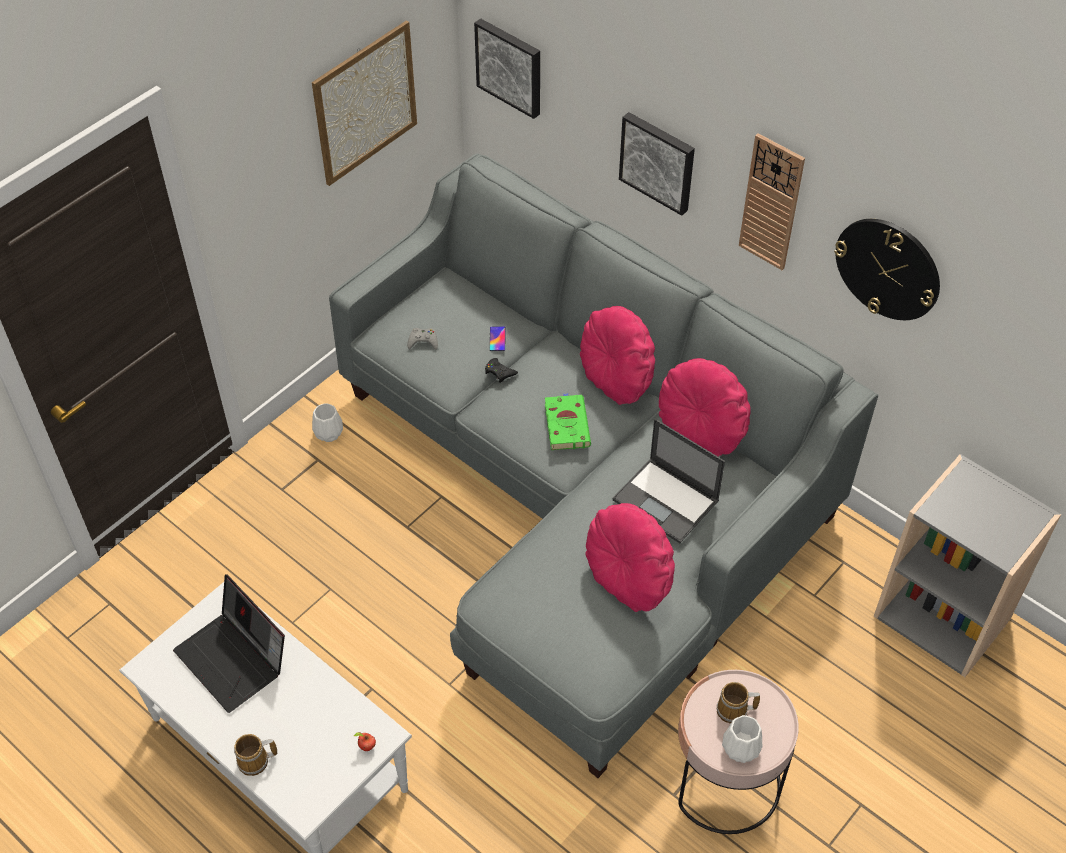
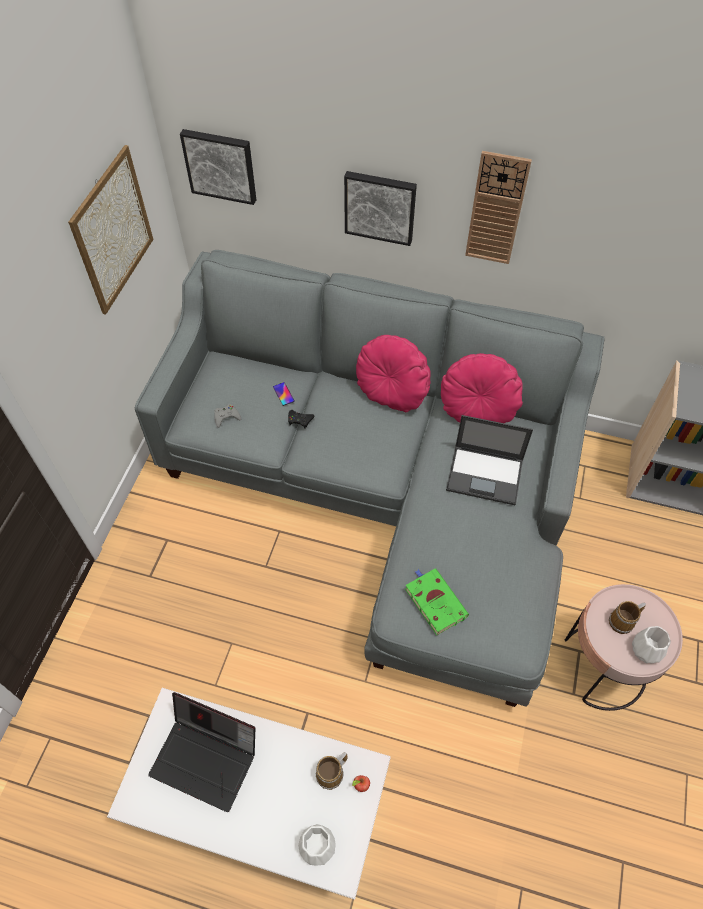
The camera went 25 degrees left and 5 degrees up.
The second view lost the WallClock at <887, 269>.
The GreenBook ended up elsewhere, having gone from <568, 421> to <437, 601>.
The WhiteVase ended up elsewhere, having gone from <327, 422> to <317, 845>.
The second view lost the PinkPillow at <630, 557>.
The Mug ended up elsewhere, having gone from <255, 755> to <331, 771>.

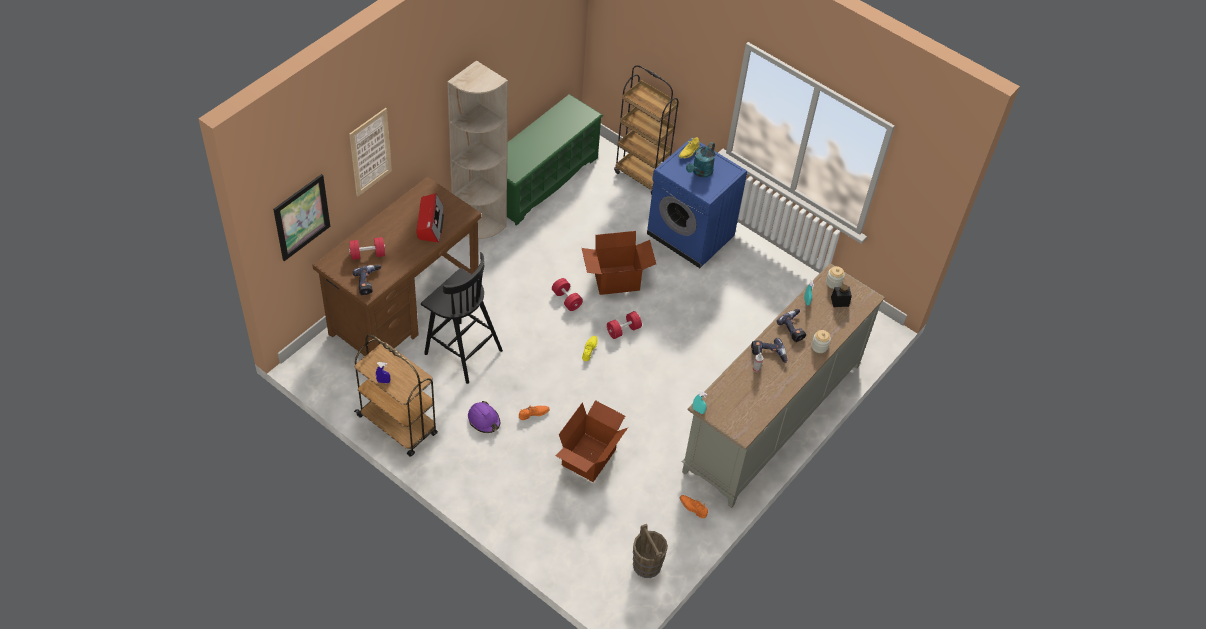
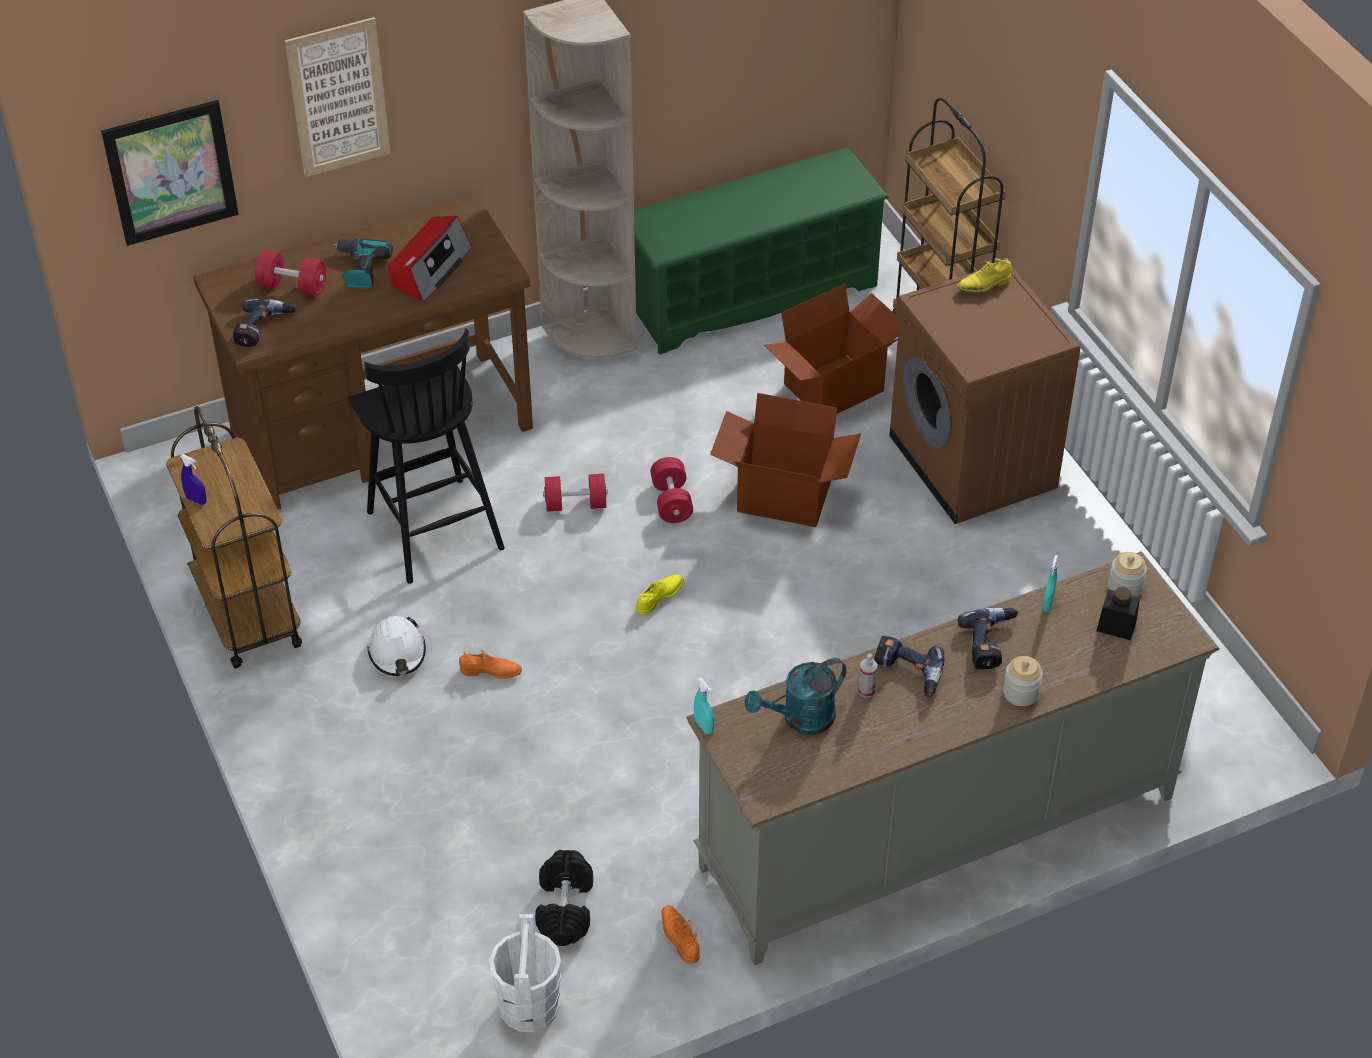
The camera went 30 degrees right and 5 degrees down.
What was the BlueWashingMachine at <697, 202> turned into the BrownWashingMachine at <984, 395>.
The TurquoiseWateringCan ended up elsewhere, having gone from <700, 159> to <795, 696>.
The RedDumbbell ended up elsewhere, having gone from <624, 325> to <575, 493>.
The CardboardBox ended up elsewhere, having gone from <591, 441> to <831, 349>.
What was the PurpleHardHat at <484, 417> turned into the WhiteHardHat at <396, 646>.
What was the BrownBucket at <650, 551> turned into the WhiteBucket at <525, 973>.
The second view gained the PowerDrill at <362, 264>.
The second view gained the BlackDumbbell at <564, 898>.

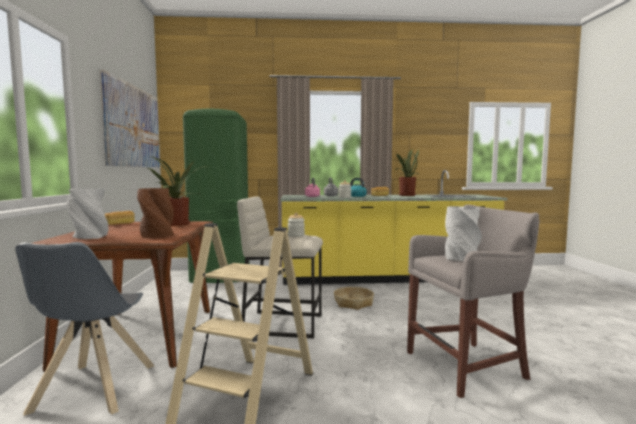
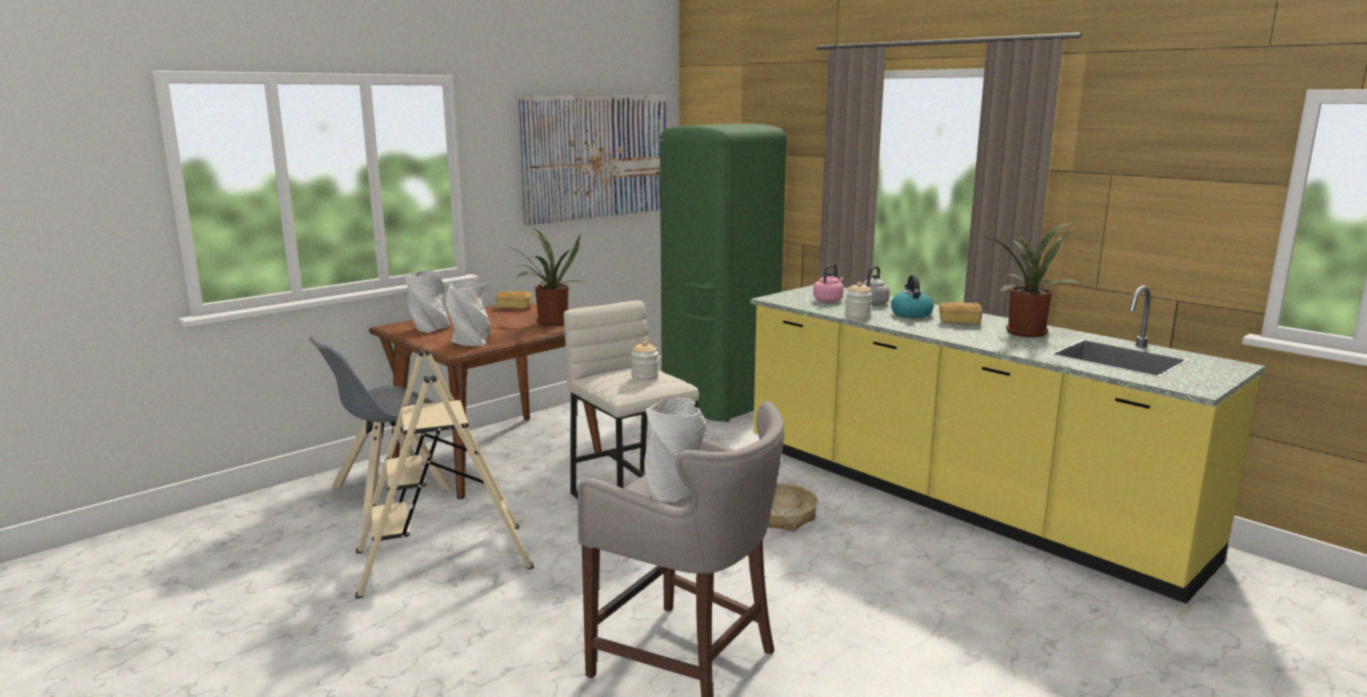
The camera went 50 degrees right and 10 degrees up.
What was the BrownVase at <155, 213> turned into the GreyVase at <468, 314>.

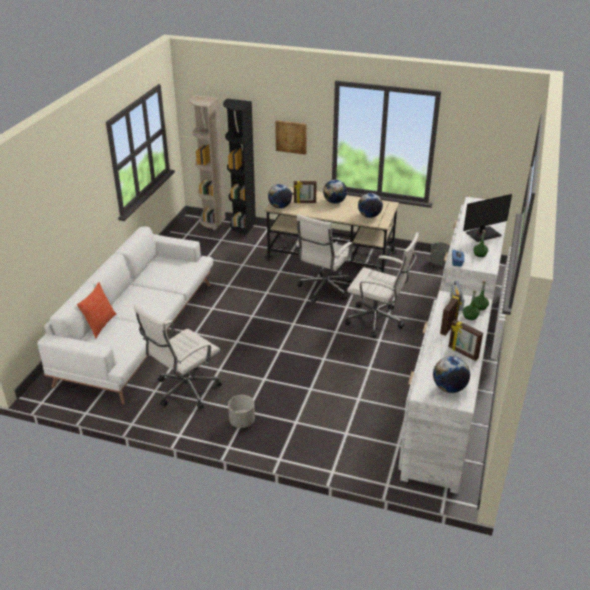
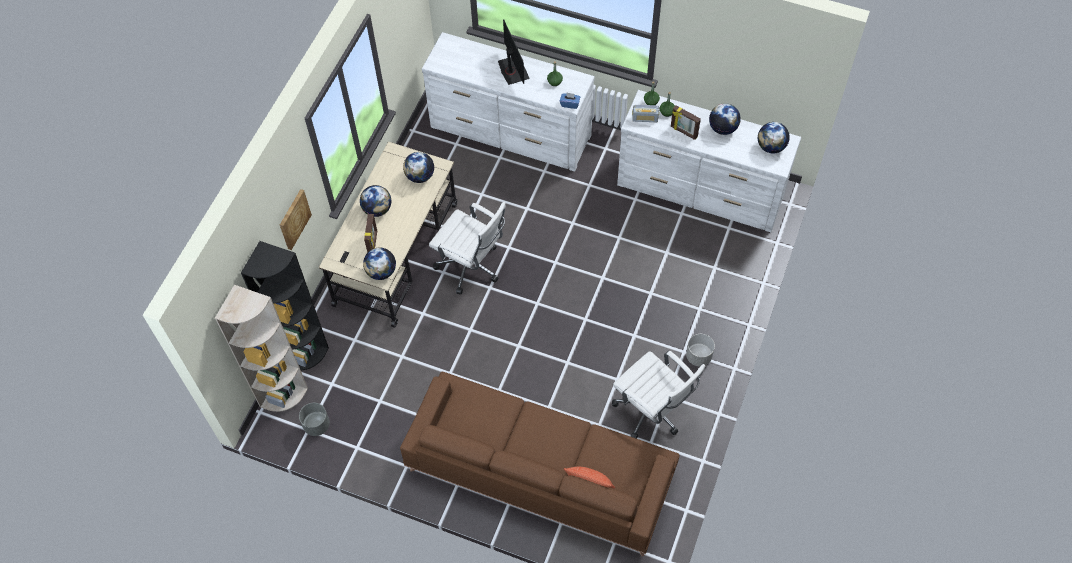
The camera went 85 degrees left and 25 degrees up.
What was the WhiteSofa at <125, 315> turned into the BrownSofa at <540, 464>.
The second view lost the WhiteOfficeChair at <382, 285>.
The GreyPlanter ended up elsewhere, having gone from <440, 254> to <314, 419>.
Where the PictureFrame stood at <465, 340>, the Globe came to stand at <725, 119>.

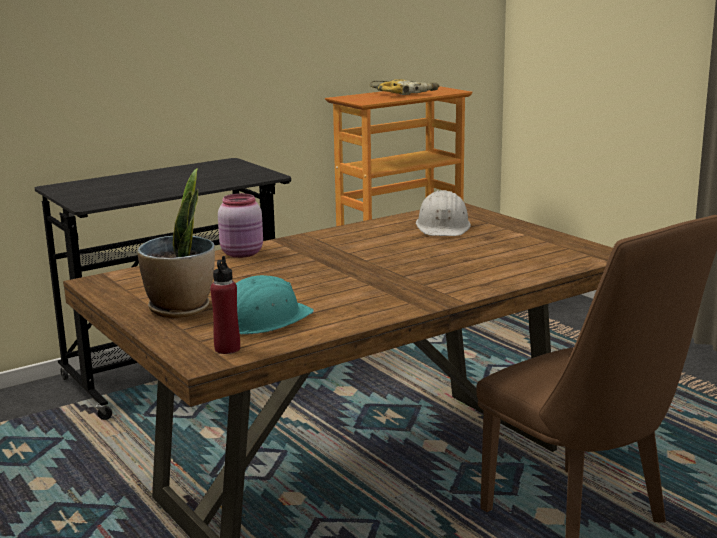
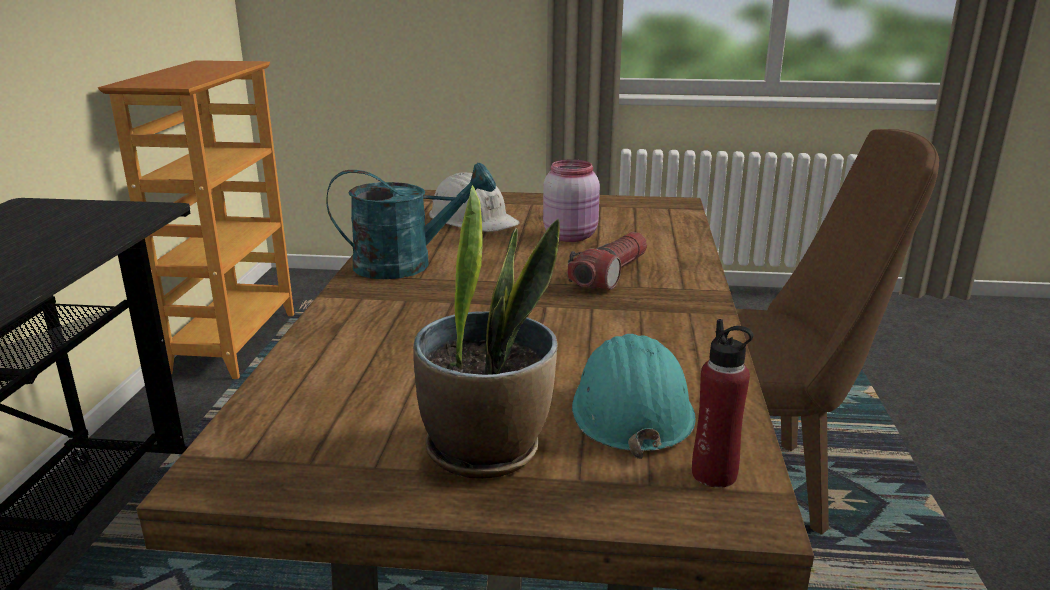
The camera went 50 degrees left and 5 degrees up.
The second view lost the PowerDrill at <404, 87>.
The PinkJar ended up elsewhere, having gone from <240, 225> to <571, 200>.
The second view gained the TurquoiseWateringCan at <411, 221>.
The second view gained the Flashlight at <607, 261>.

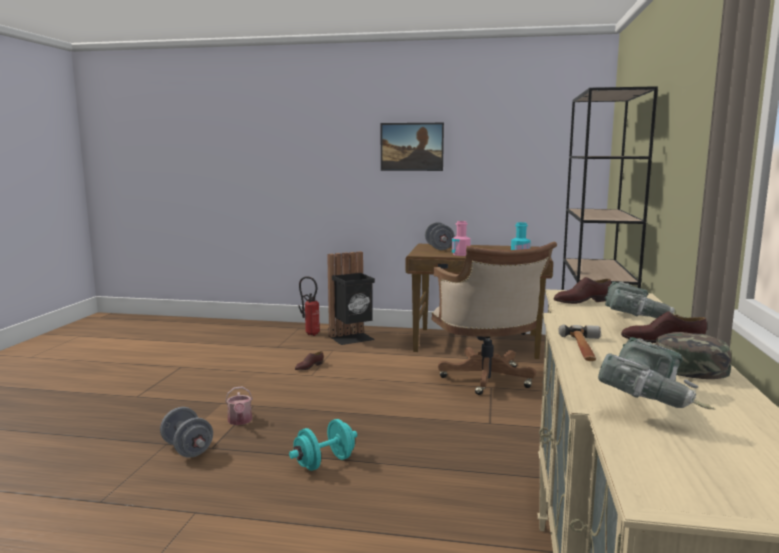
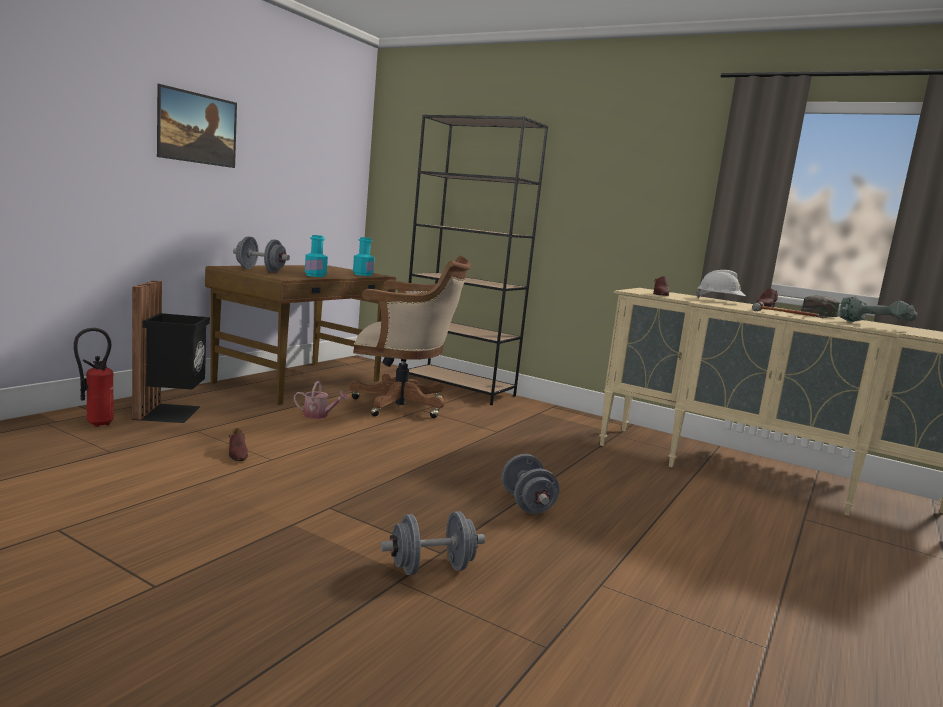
The camera went 70 degrees left and 0 degrees up.
What was the PinkBottle at <461, 238> turned into the TurquoiseBottle at <316, 256>.
Where the PowerDrill stood at <646, 299>, the WhiteHardHat came to stand at <721, 284>.
The WateringCan ended up elsewhere, having gone from <239, 405> to <321, 400>.
What was the TurquoiseDumbbell at <323, 445> turned into the GreyDumbbell at <530, 484>.

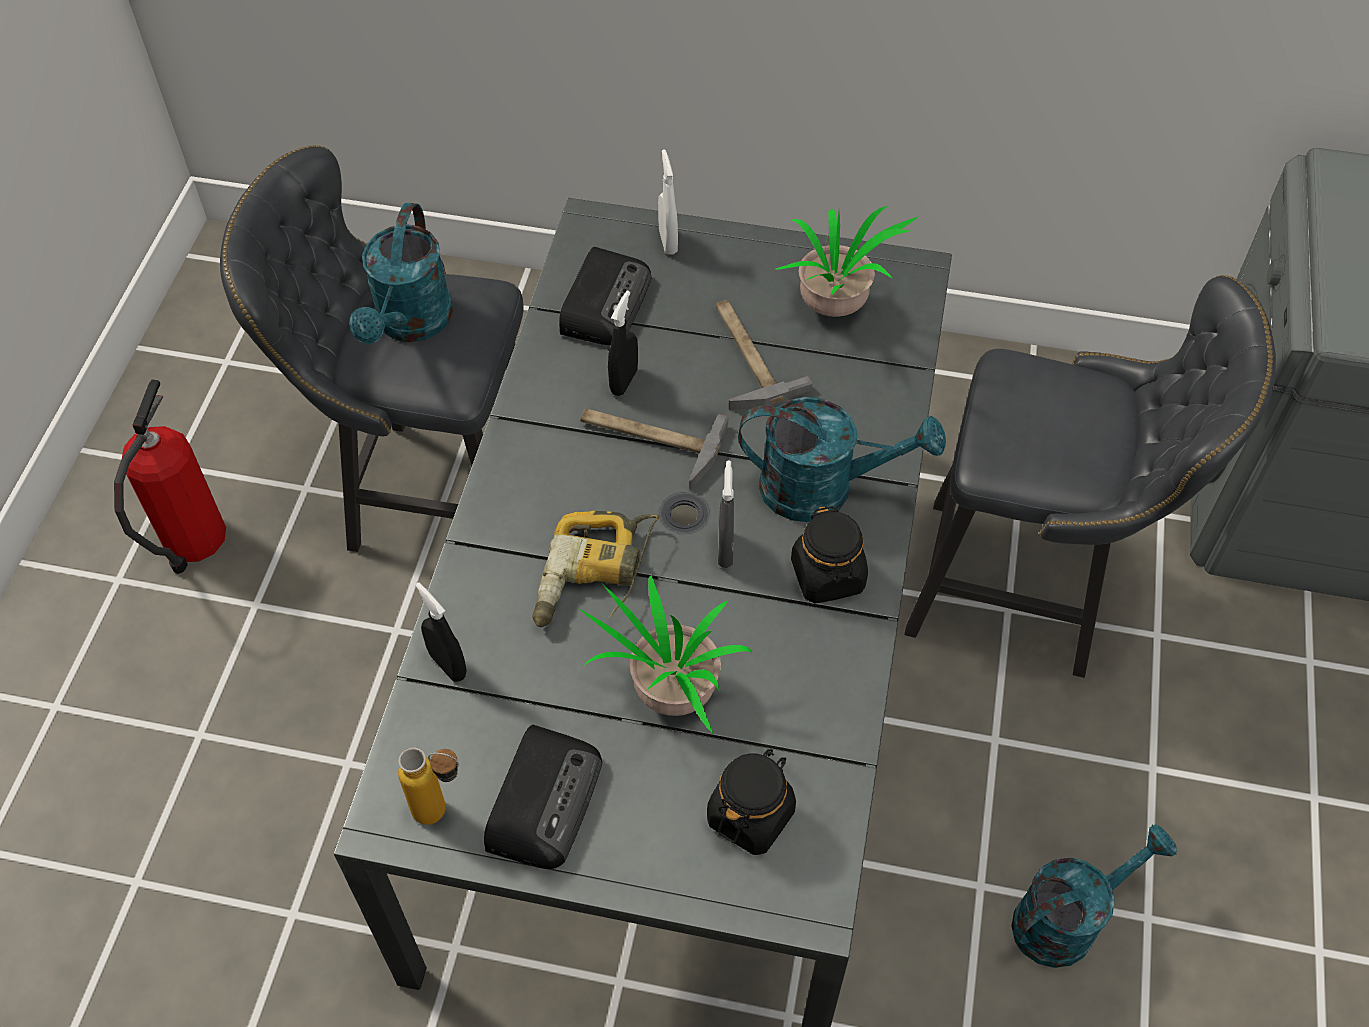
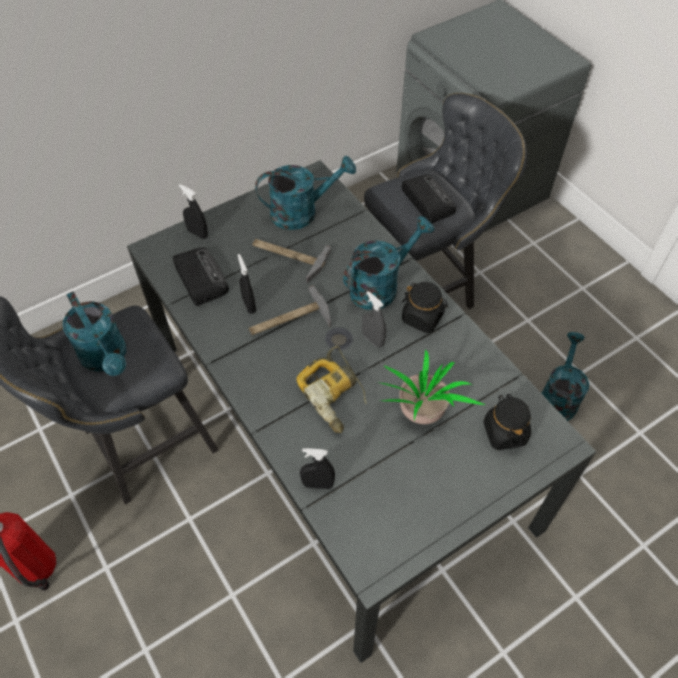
The camera went 45 degrees left and 0 degrees up.
What was the WhiteSprayBottle at <668, 202> turned into the BlackSprayBottle at <193, 211>.
Where the PottedPlant stood at <846, 261>, the TurquoiseWateringCan came to stand at <305, 193>.
The Radio ended up elsewhere, having gone from <543, 797> to <429, 198>.
The second view lost the Bottle at <428, 786>.

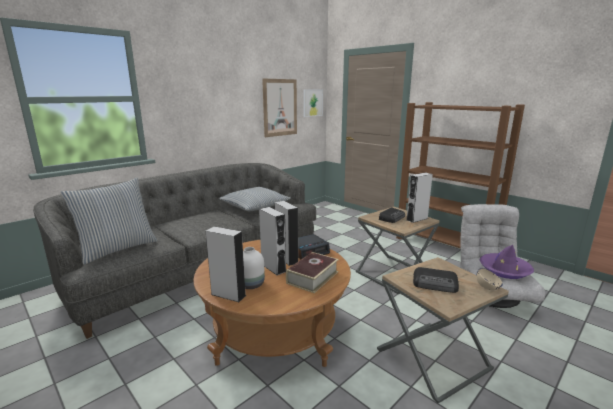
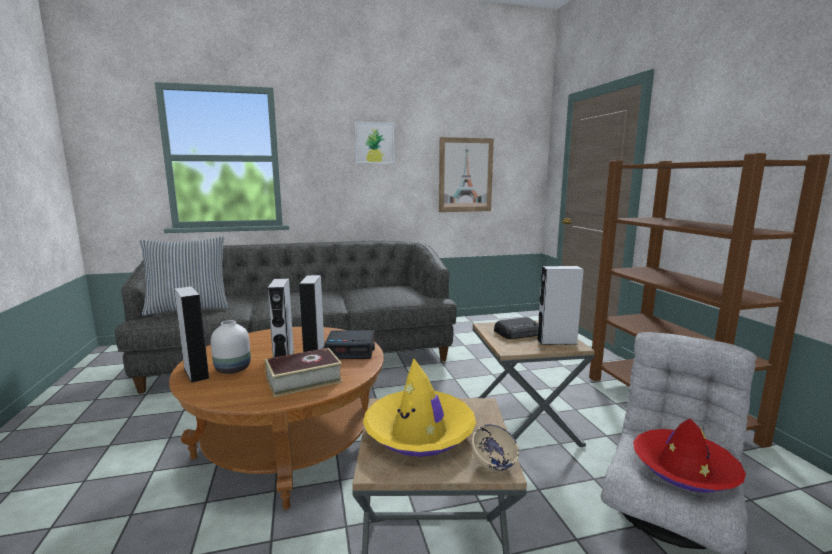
The camera went 30 degrees right and 5 degrees down.
The Picture ended up elsewhere, having gone from <313, 103> to <374, 142>.
The second view lost the Pillow at <255, 199>.
What was the PurpleHat at <507, 262> turned into the RedHat at <689, 456>.
Where the Radio stood at <436, 280>, the YellowHat came to stand at <419, 407>.

